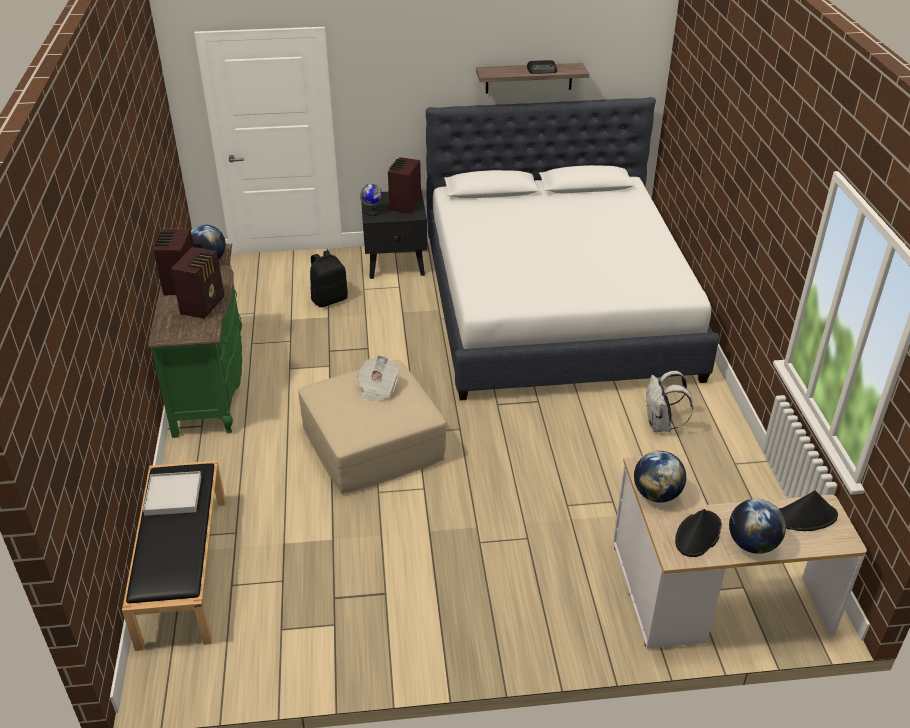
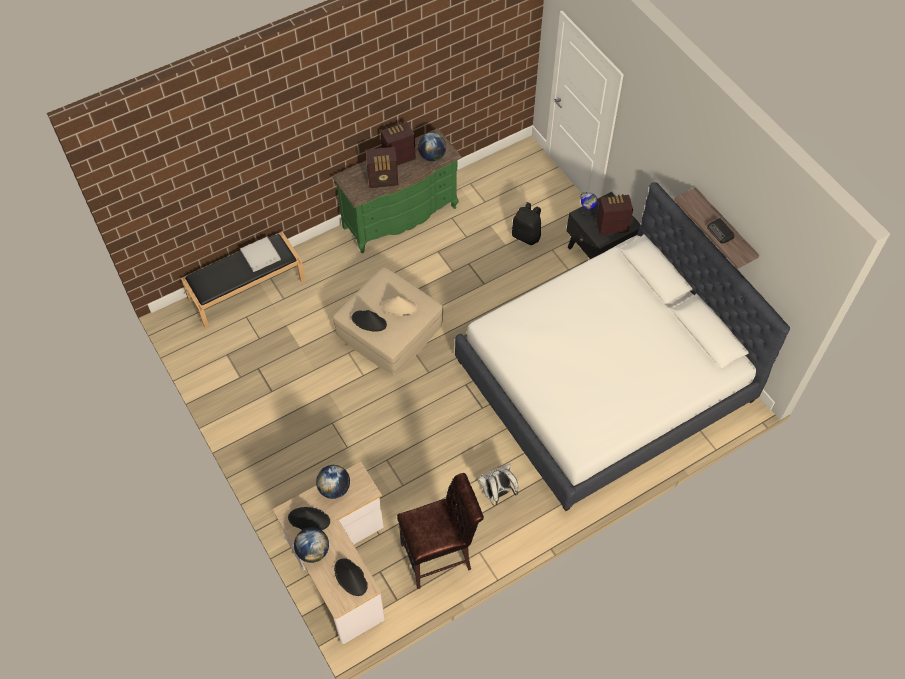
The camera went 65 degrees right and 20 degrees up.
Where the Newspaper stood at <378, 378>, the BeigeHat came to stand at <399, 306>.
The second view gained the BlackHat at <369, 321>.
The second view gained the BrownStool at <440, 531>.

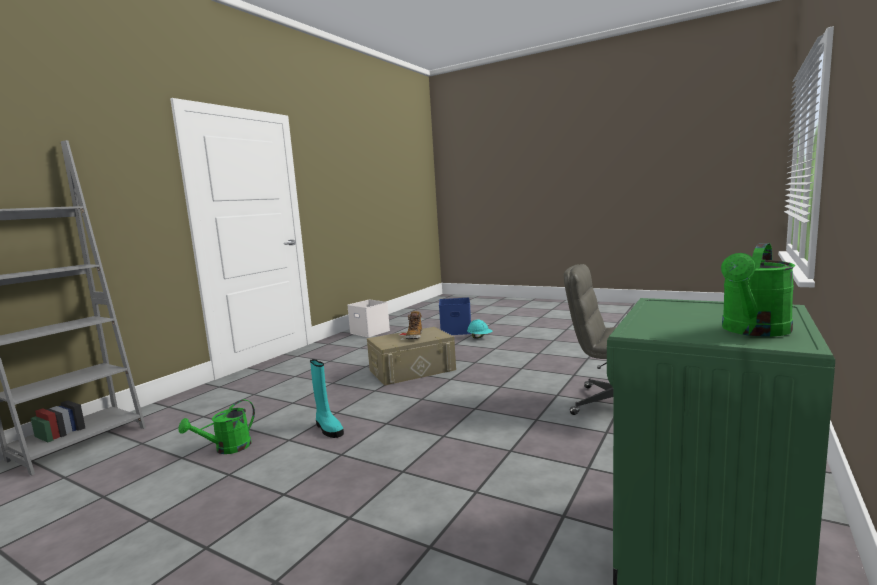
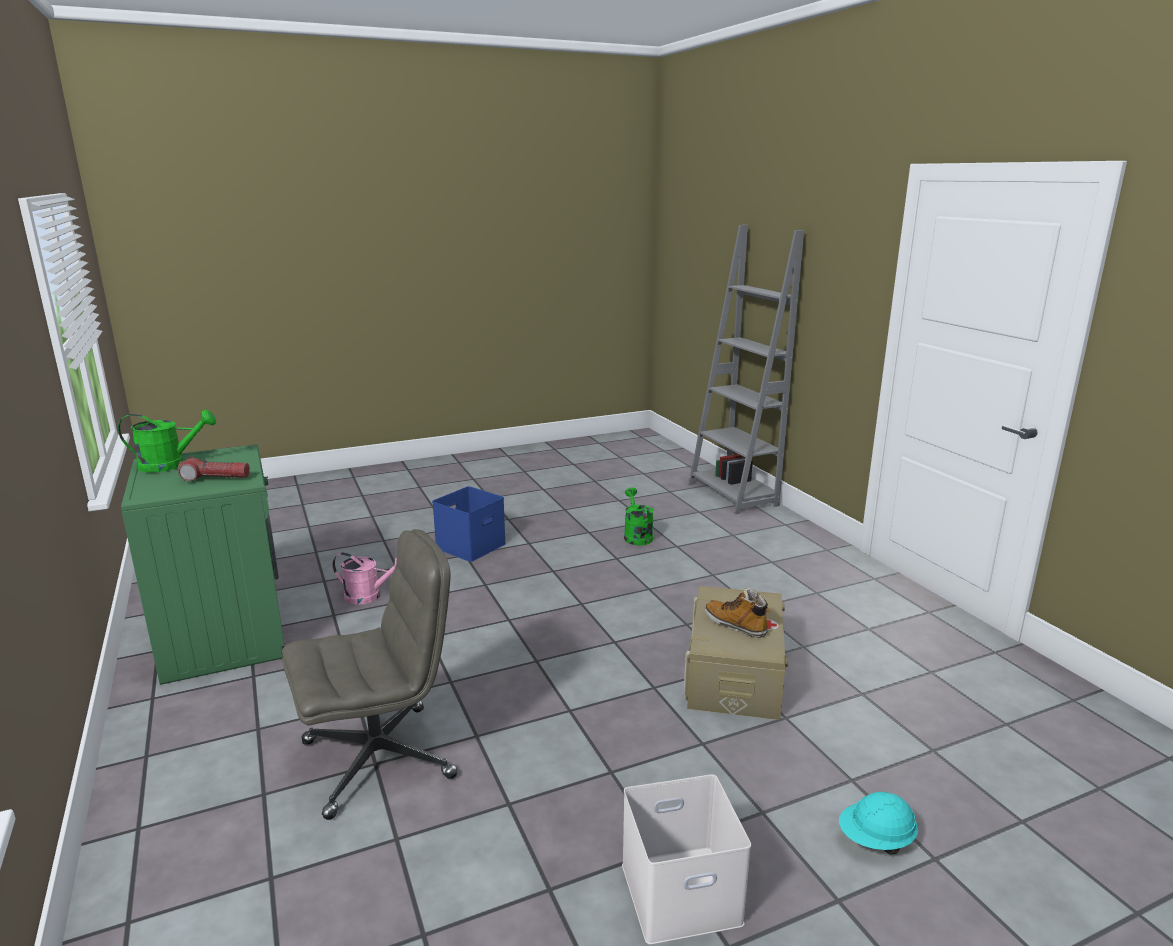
The camera went 125 degrees right and 10 degrees up.
The GreenWateringCan at <758, 290> ended up facing another way, 90 degrees clockwise from before.
The BlueStorageBox ended up elsewhere, having gone from <455, 316> to <469, 524>.
The WhiteStorageBox ended up elsewhere, having gone from <368, 318> to <686, 859>.
The second view lost the TurquoiseBoot at <327, 398>.
The second view gained the Flashlight at <214, 469>.
The second view gained the PinkWateringCan at <364, 579>.

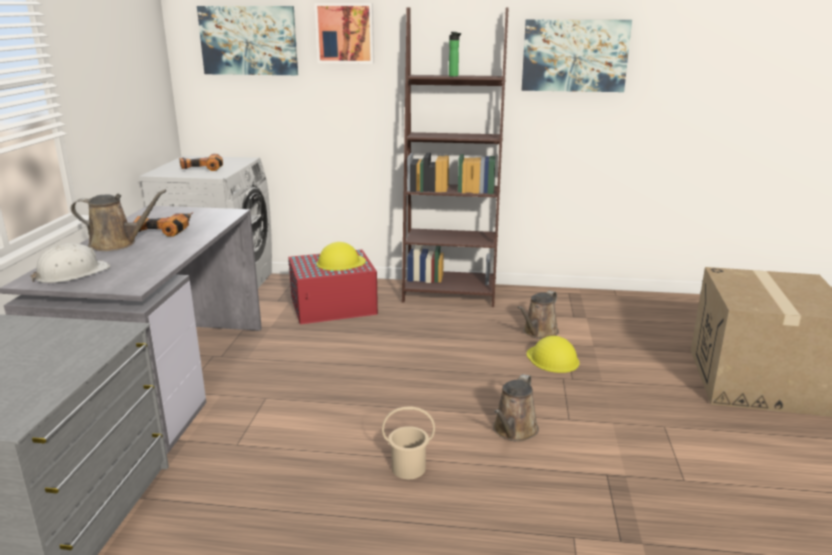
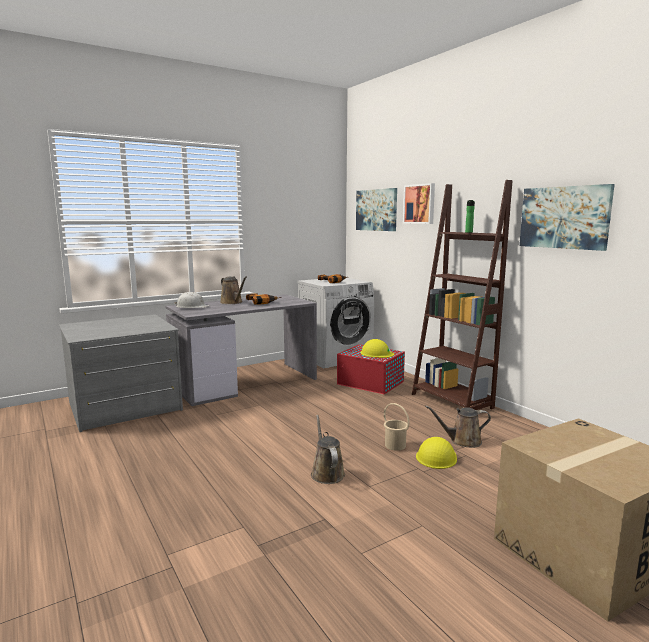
The camera went 50 degrees right and 10 degrees down.
The BrownWateringCan at <516, 408> ended up facing another way, 90 degrees clockwise from before.
The BeigeBucket ended up elsewhere, having gone from <408, 443> to <396, 427>.

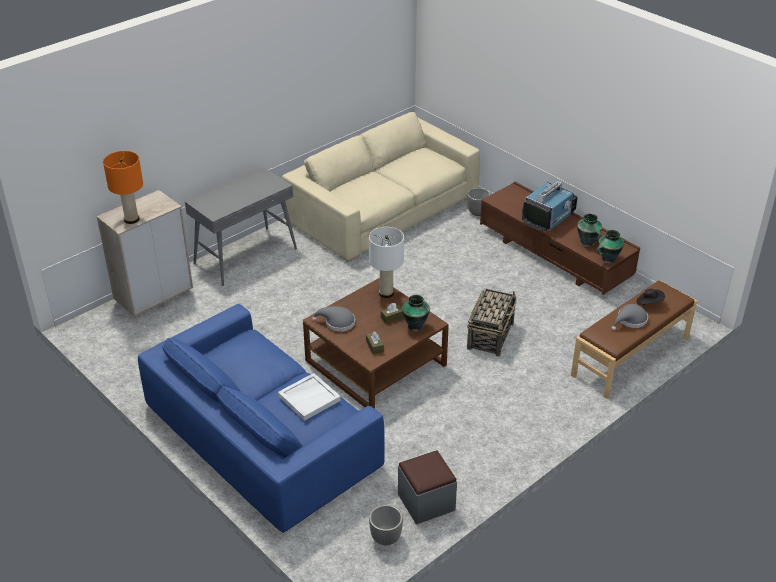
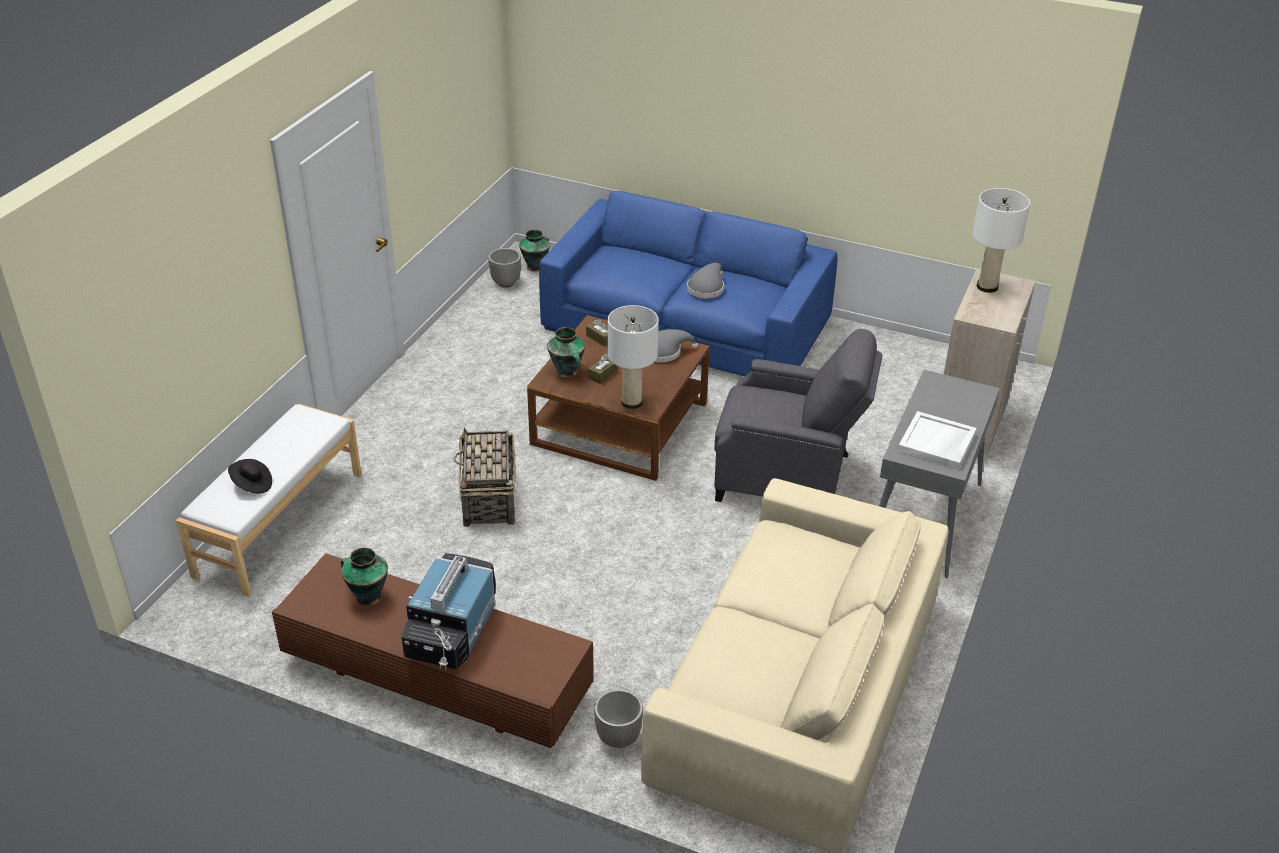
The camera went 155 degrees right and 0 degrees up.
What was the OrangeTableLamp at <123, 187> turned into the WhiteTableLamp at <1001, 240>.
The Vase ended up elsewhere, having gone from <610, 247> to <534, 250>.
What was the BrownBench at <634, 339> turned into the WhiteBench at <269, 500>.
The GreyHat ended up elsewhere, having gone from <630, 317> to <705, 281>.
The WhiteTray ended up elsewhere, having gone from <309, 397> to <937, 440>.
The second view lost the GreyOttoman at <427, 487>.
The second view gained the GreyArmchair at <798, 415>.

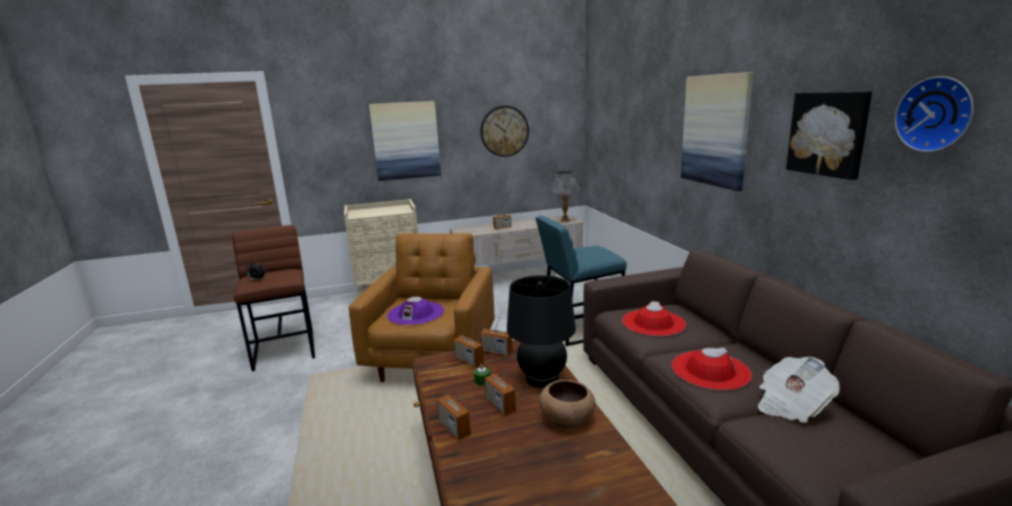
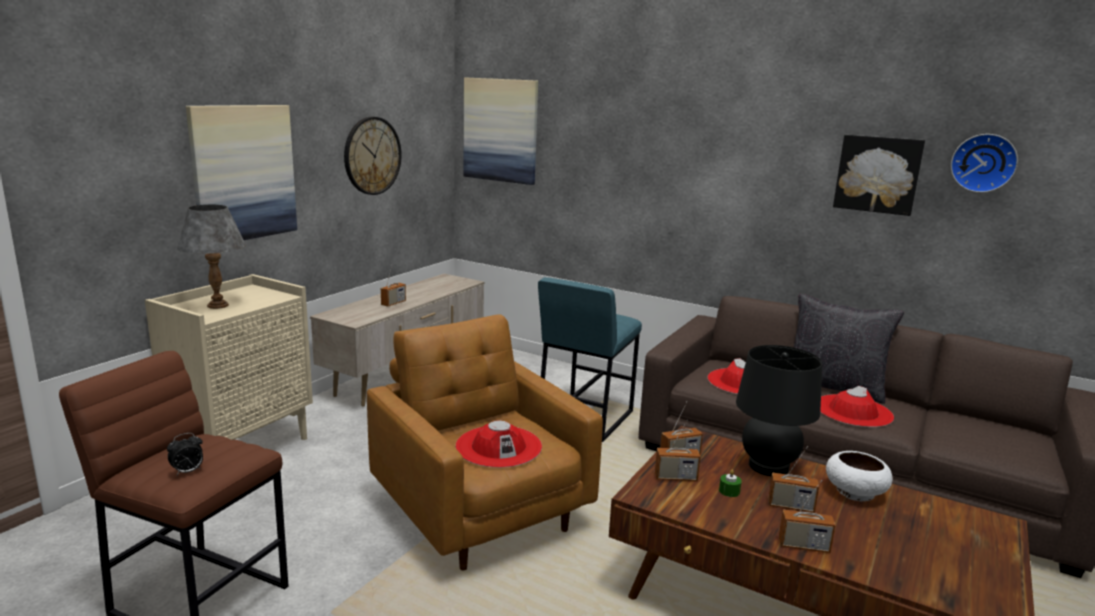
The camera went 45 degrees left and 0 degrees up.
The Picture ended up elsewhere, having gone from <717, 131> to <501, 131>.
The GreyTableLamp ended up elsewhere, having gone from <565, 196> to <211, 256>.
What was the PurpleHat at <415, 311> turned into the RedHat at <498, 444>.
The second view lost the Newspaper at <799, 390>.
What was the BrownBowl at <567, 404> turned into the WhiteBowl at <859, 476>.
The second view gained the BlackPillow at <849, 349>.

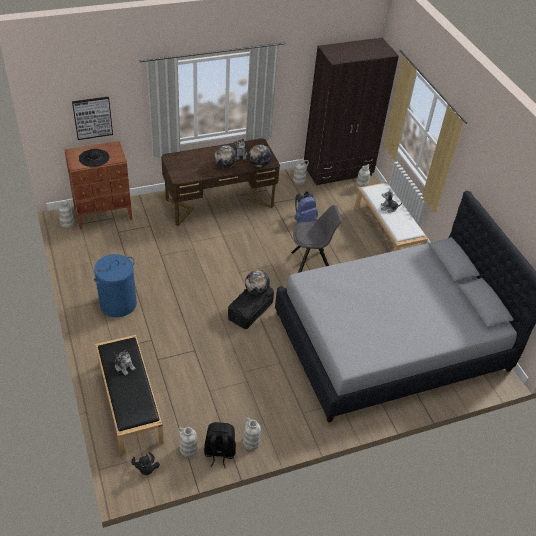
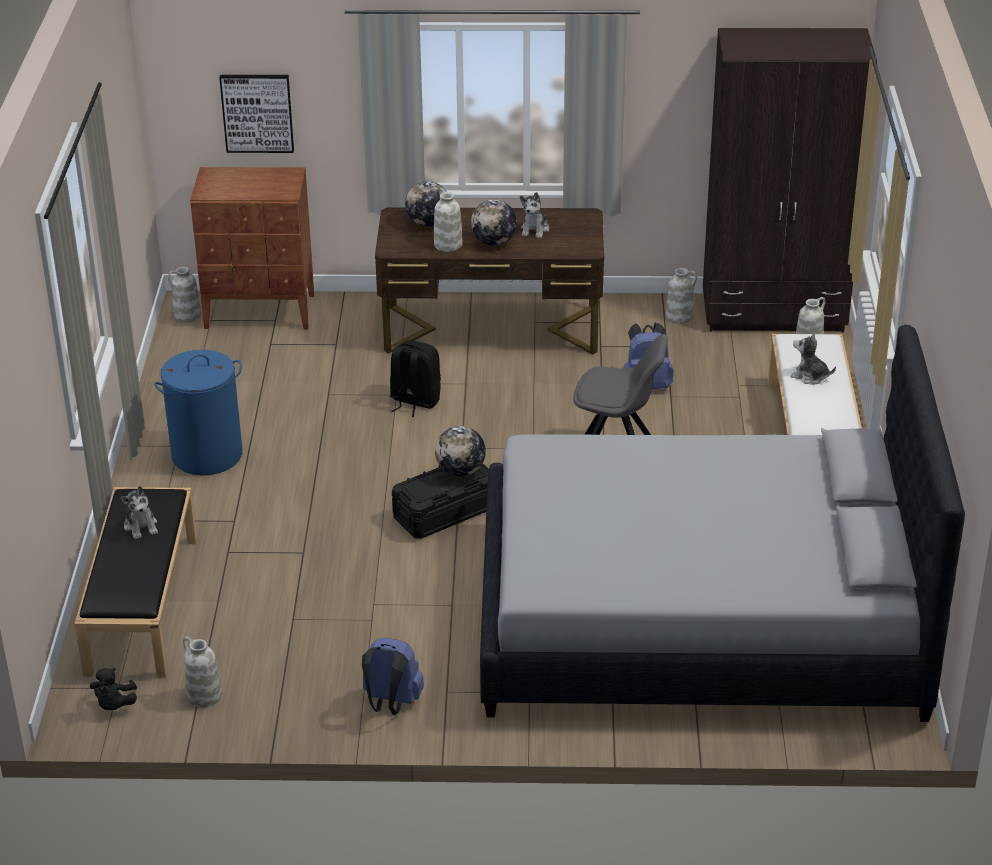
The camera went 25 degrees right and 10 degrees down.
The Globe ended up elsewhere, having gone from <260, 155> to <426, 204>.
The second view lost the BlackHat at <94, 158>.
The WhiteVase ended up elsewhere, having gone from <252, 433> to <448, 220>.
The BlackBackpack ended up elsewhere, having gone from <220, 445> to <415, 378>.
The second view gained the BlueBackpack at <393, 676>.

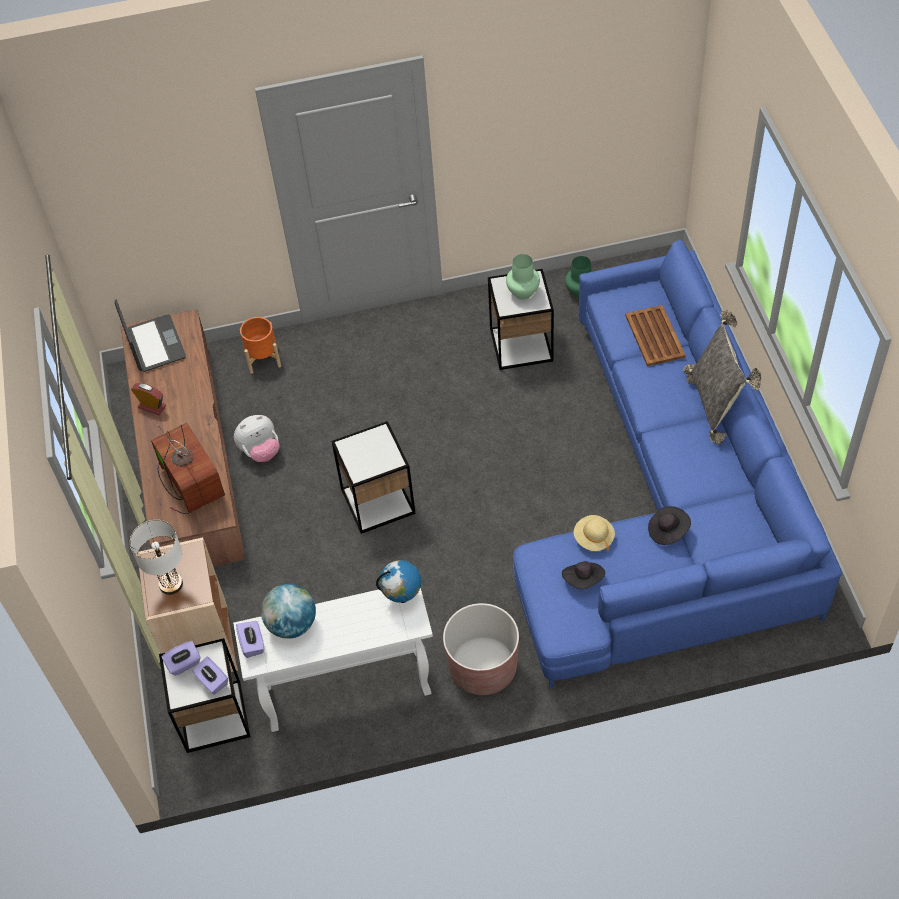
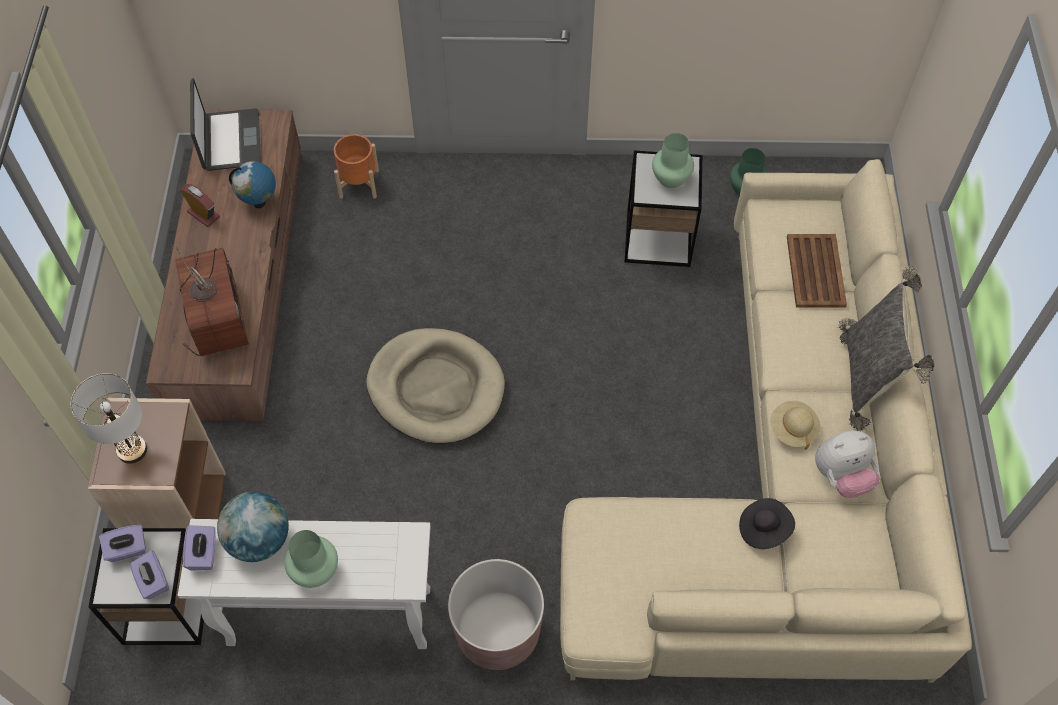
The camera went 10 degrees right and 5 degrees up.
What was the BlueSofa at <677, 464> turned into the BeigeSofa at <766, 421>.
The PlushToy ended up elsewhere, having gone from <256, 438> to <847, 464>.
Where the SideTable stood at <373, 477>, the BeigeDogBed came to stand at <435, 386>.
The BeigeHat ended up elsewhere, having gone from <594, 533> to <795, 425>.
The Globe ended up elsewhere, having gone from <398, 581> to <252, 184>.
The second view lost the BlackHat at <583, 575>.
The second view gained the GreenVase at <311, 559>.

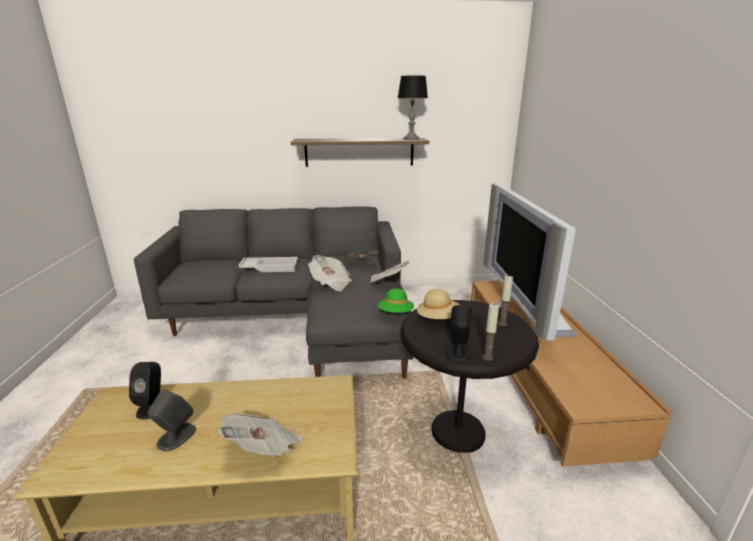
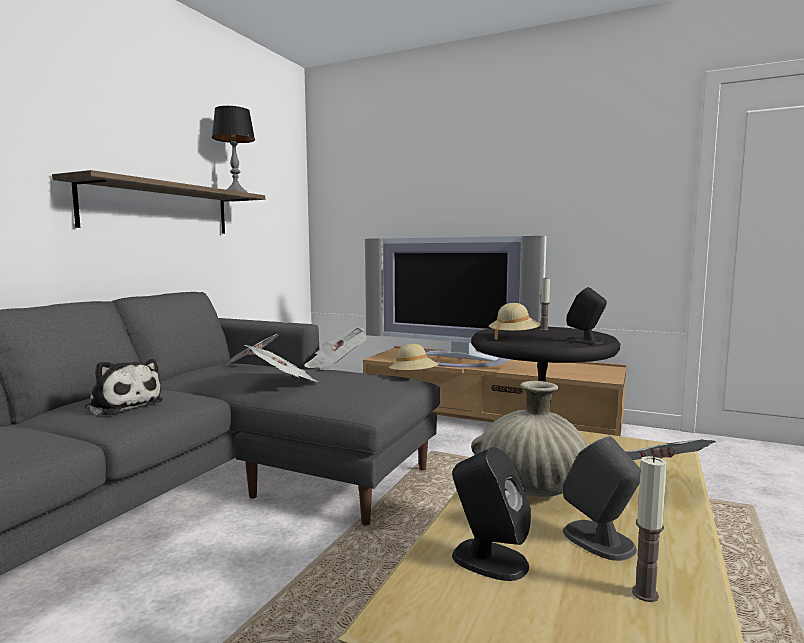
The camera went 60 degrees left and 15 degrees down.
Where the WhiteTray stood at <268, 264>, the PlushToy came to stand at <124, 387>.
What was the GreenHat at <396, 301> turned into the BeigeHat at <413, 359>.
The Candle ended up elsewhere, having gone from <491, 332> to <649, 529>.
The second view gained the BeigeVase at <530, 439>.

